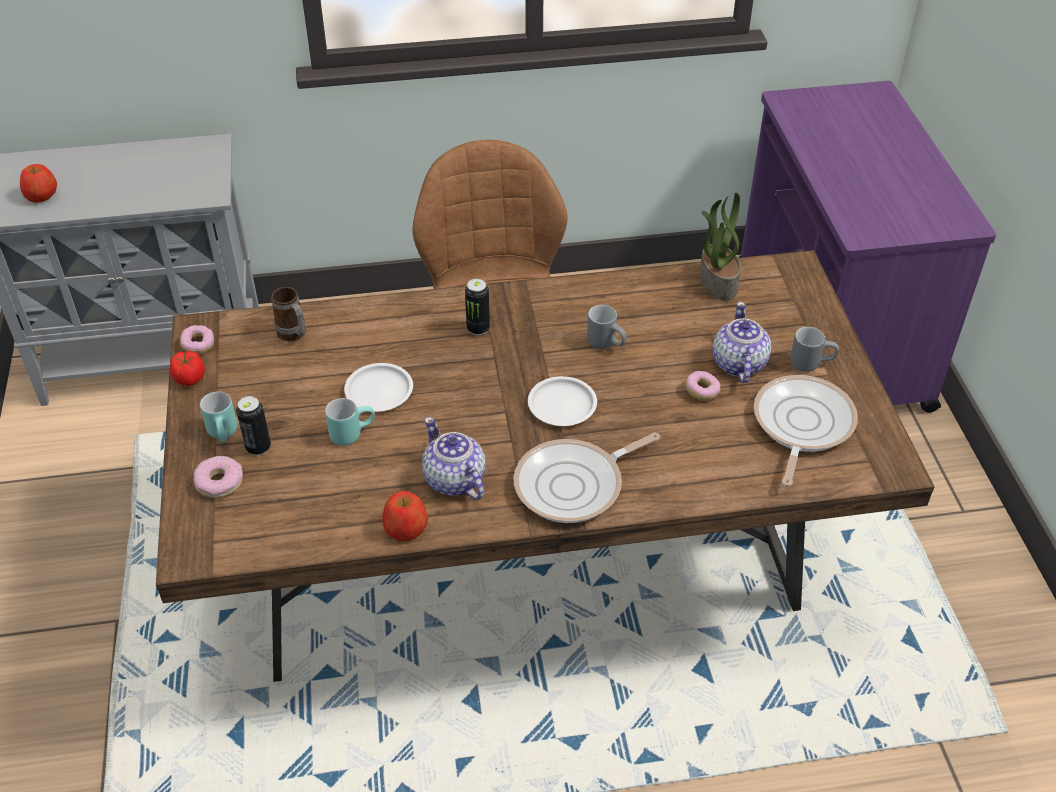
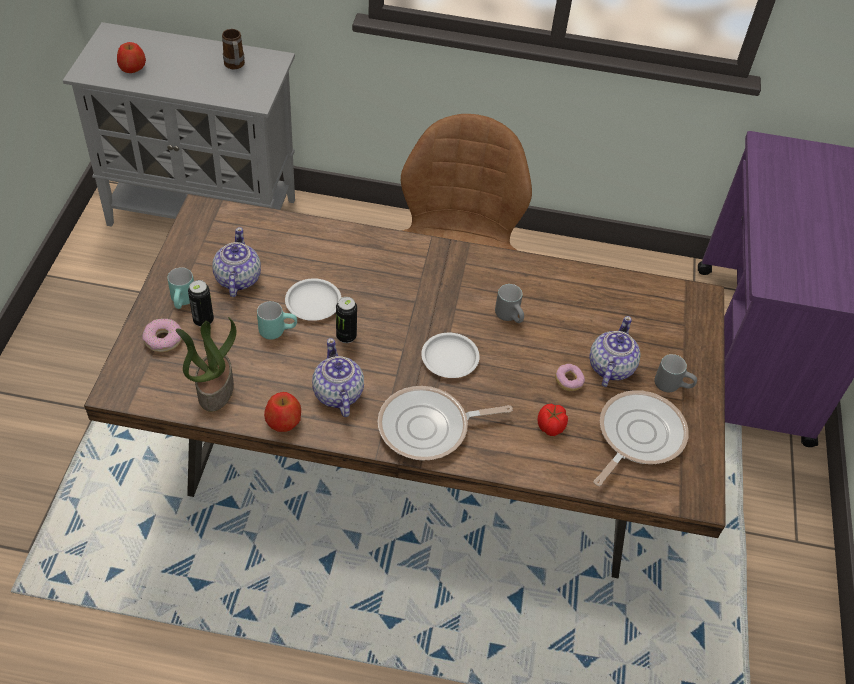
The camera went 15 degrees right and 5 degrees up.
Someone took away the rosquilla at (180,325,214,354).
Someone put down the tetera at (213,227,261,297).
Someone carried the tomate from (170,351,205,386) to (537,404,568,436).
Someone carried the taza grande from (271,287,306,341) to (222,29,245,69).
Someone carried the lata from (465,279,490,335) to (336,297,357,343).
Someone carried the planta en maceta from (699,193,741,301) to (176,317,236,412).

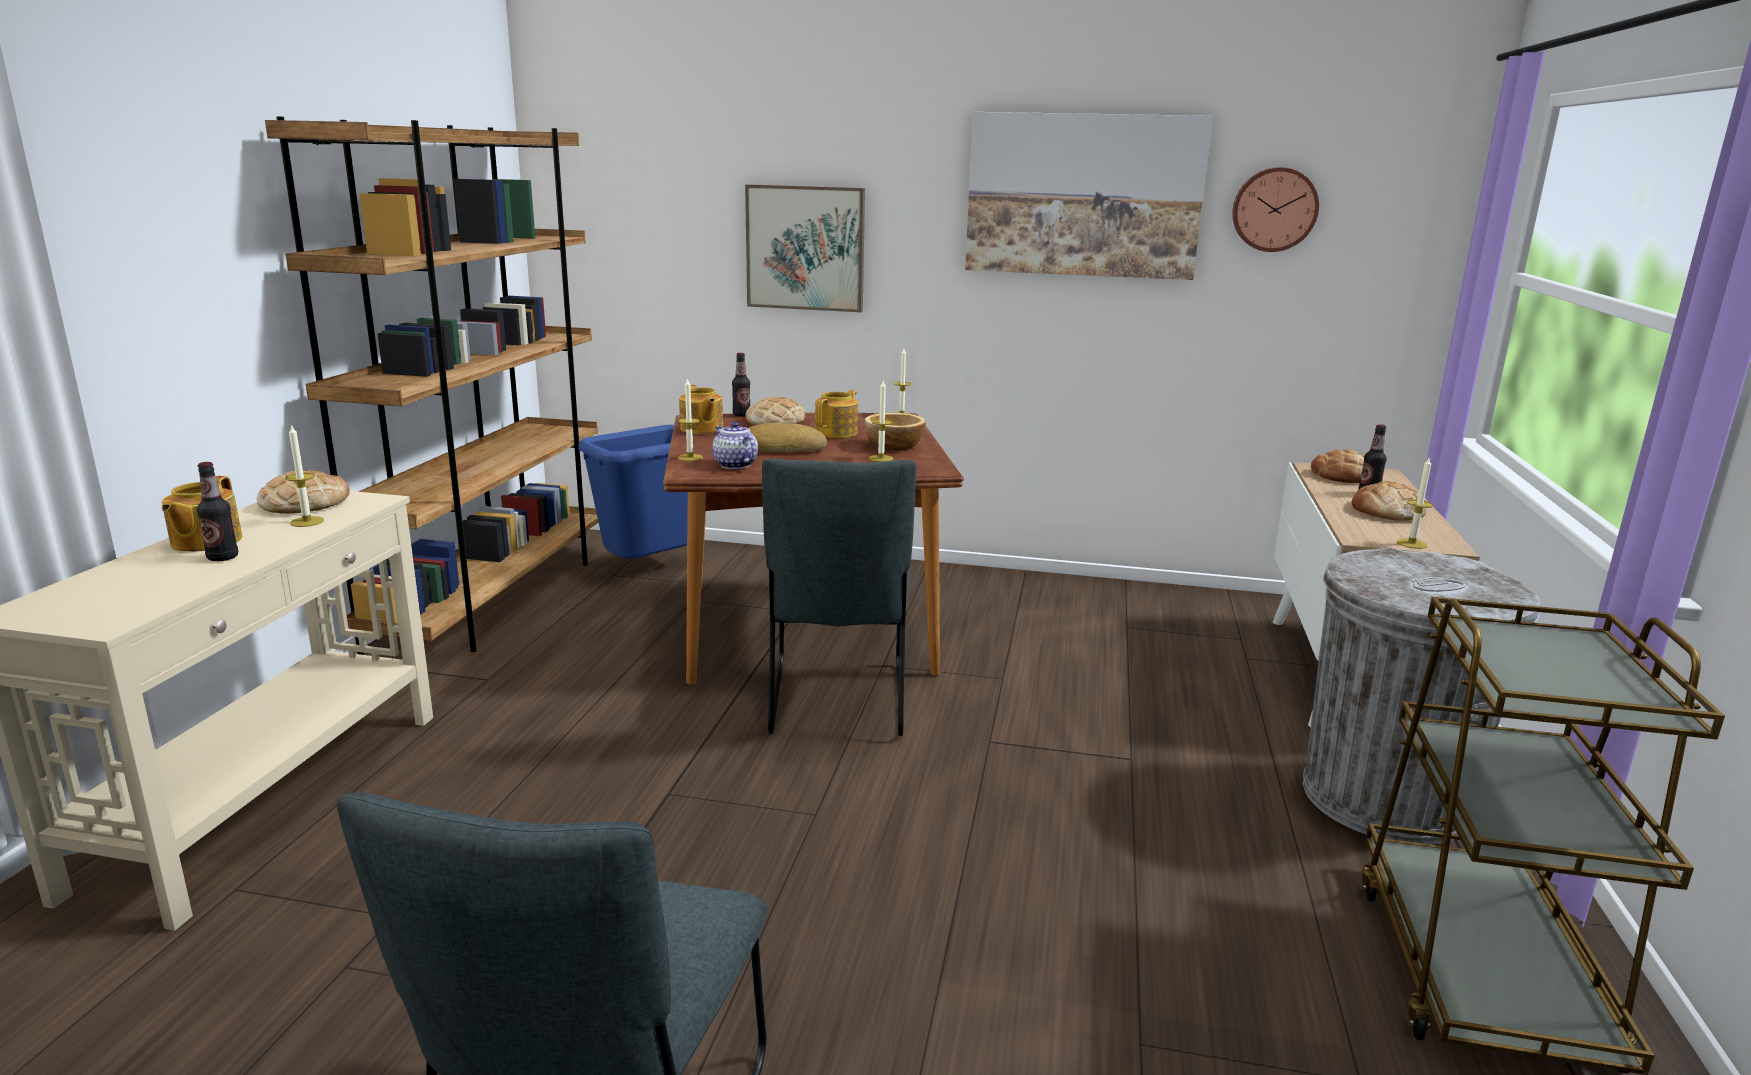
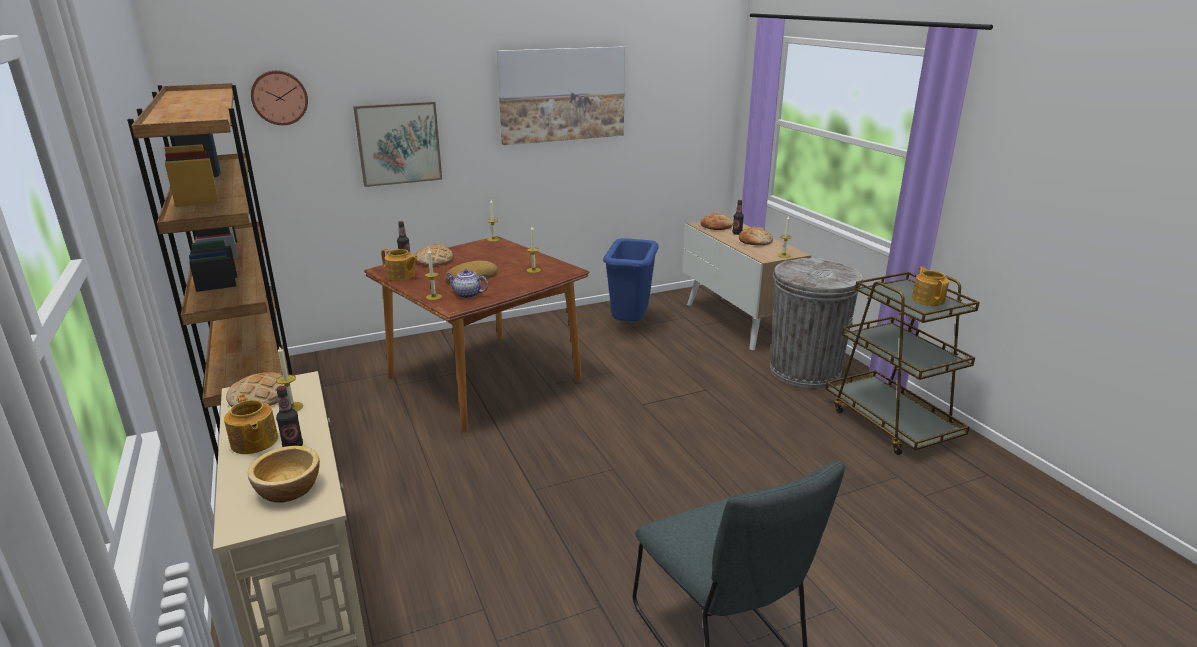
The camera went 35 degrees left and 5 degrees up.
Someone took away the silla [gris] at (762,459,917,736).
Someone carried the papelera [azul] from (578,425,688,558) to (603,238,659,321).
Someone carried the tetera from (815,390,858,438) to (912,267,949,306).
Someone carried the cuenco from (865,413,926,451) to (248,446,320,503).
Someone carried the reloj de pared from (1232,167,1319,252) to (251,70,308,125).

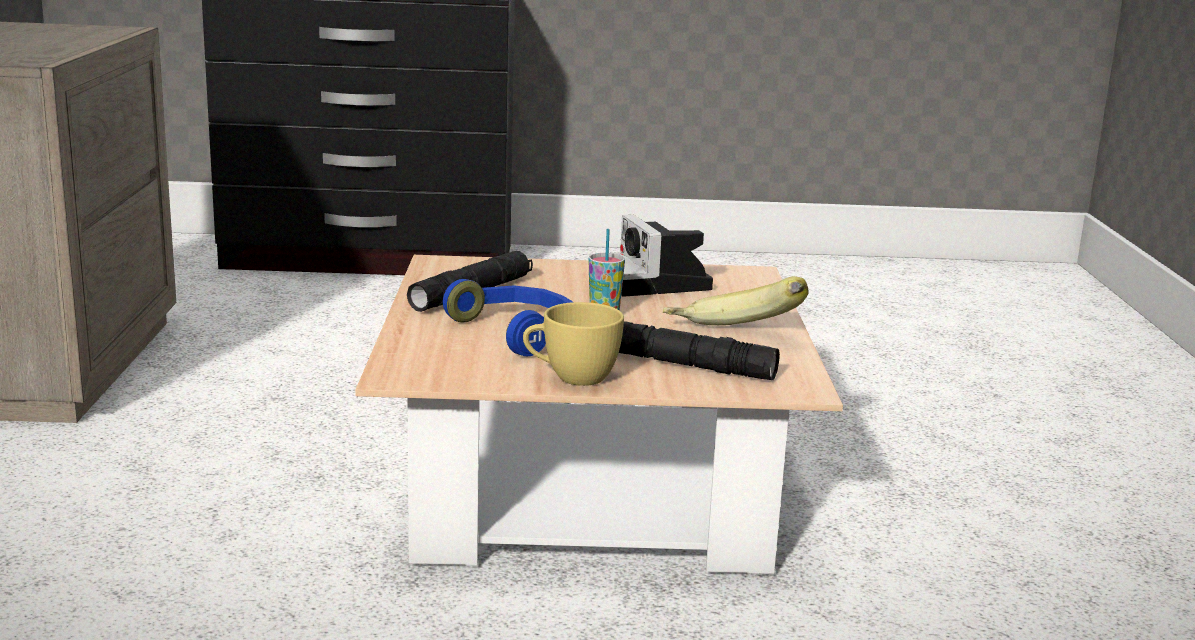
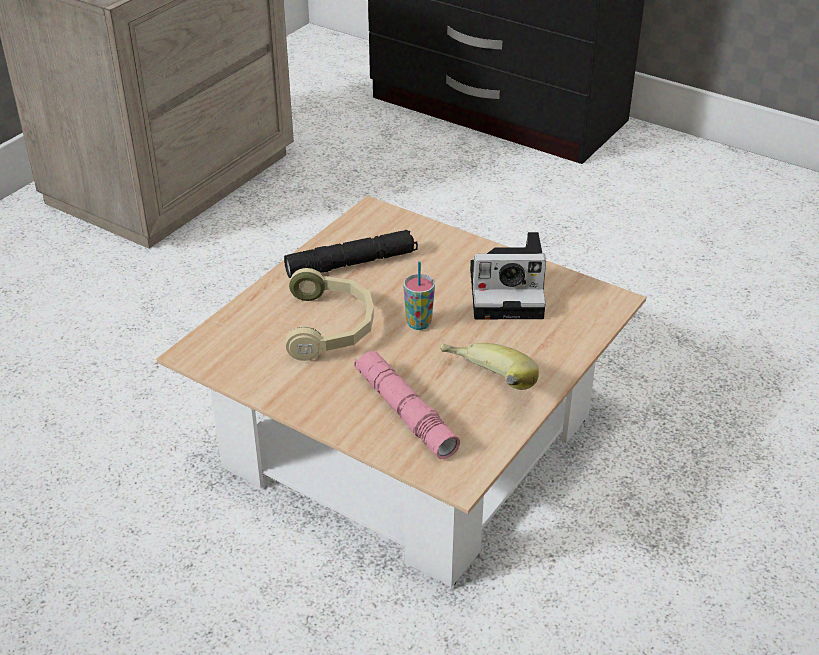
The camera went 35 degrees right and 20 degrees up.
Someone took away the taza [amarillo] at (523,302,624,386).
Someone repainted the auriculares [azul] at (443,279,573,357), which became the auriculares [beis] at (285,268,374,361).
Someone repainted the linterna [negro] at (619,321,780,380), which became the linterna [rosa] at (354,351,460,459).
Someone rotated the cámara at (614,215,713,297) by 105 degrees counterclockwise.

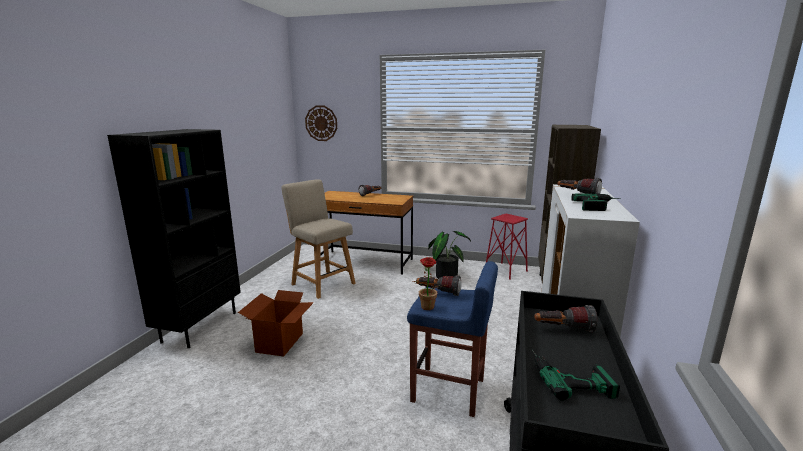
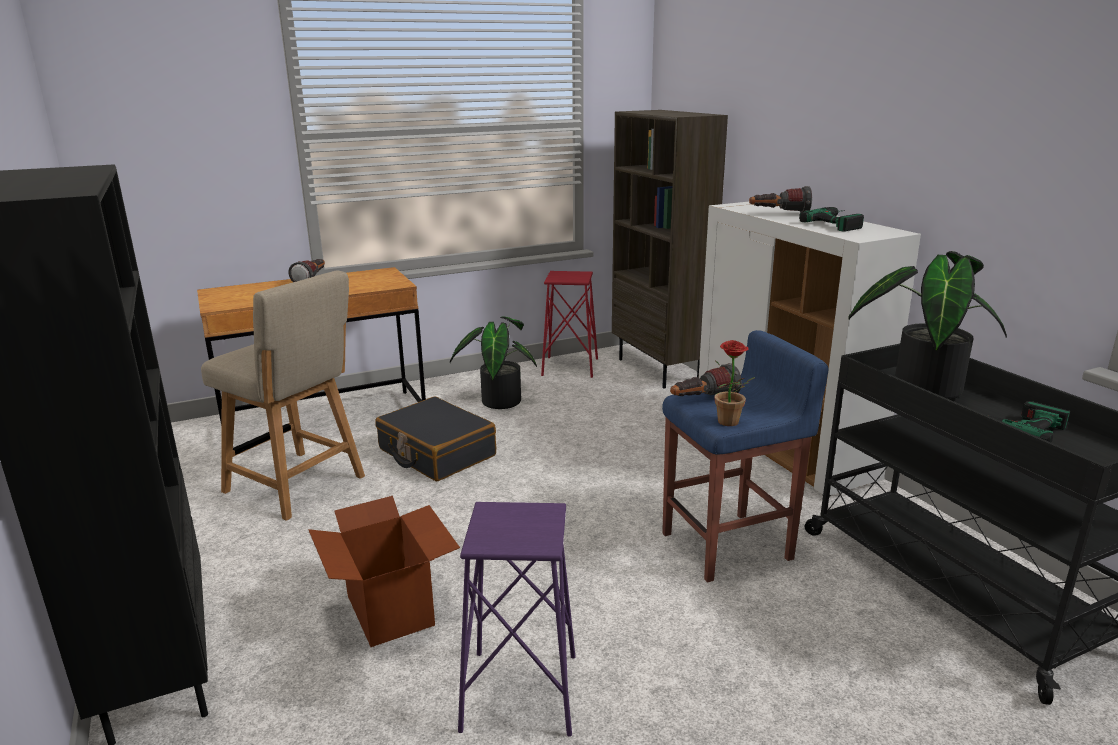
The camera went 40 degrees left and 5 degrees up.
Someone took away the reloj de pared at (305,106,337,141).
Someone put down the maleta [negro] at (375,396,496,481).
Someone put down the taburete [morado] at (458,502,575,737).
Someone swapped the linterna at (534,305,598,332) for the planta en maceta at (848,251,1007,400).
Someone rotated the silla [beis] at (281,179,356,299) by 150 degrees counterclockwise.

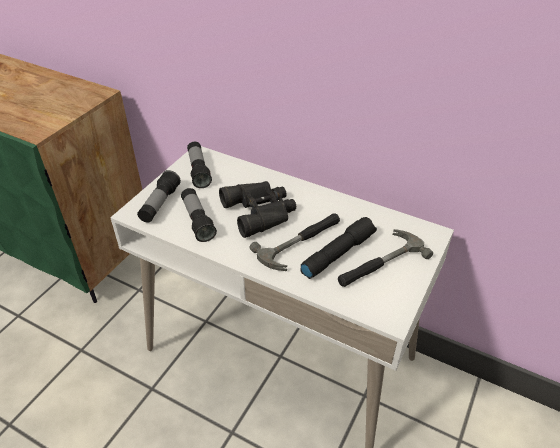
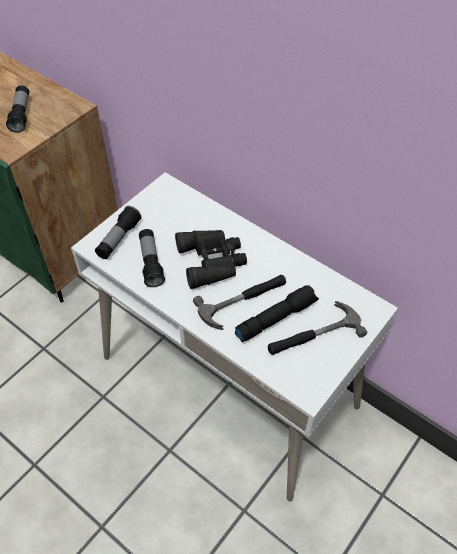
The camera went 10 degrees right and 10 degrees up.
Someone carried the linterna from (187,142,212,188) to (6,86,29,133).

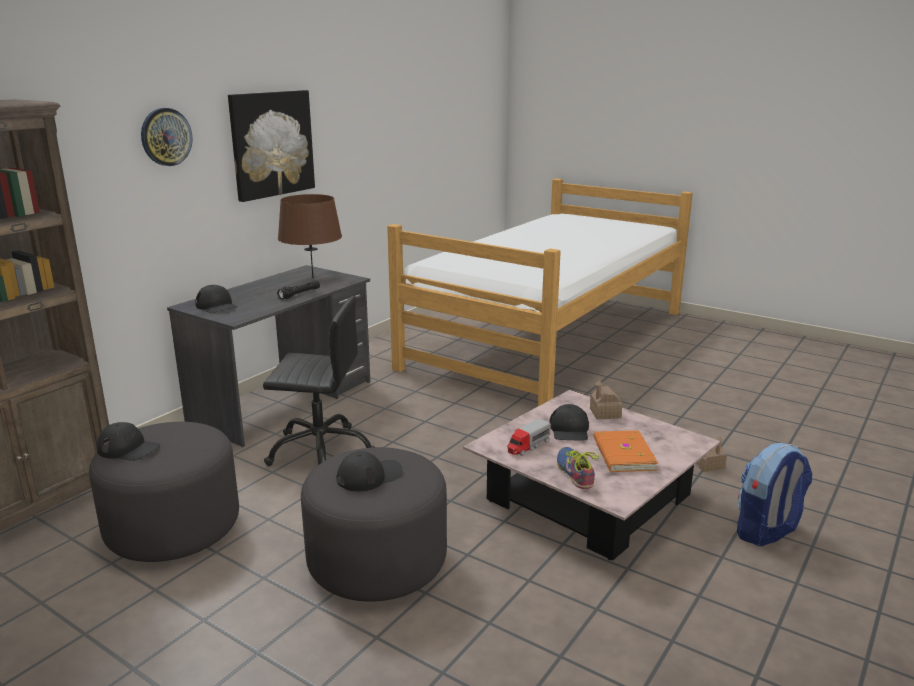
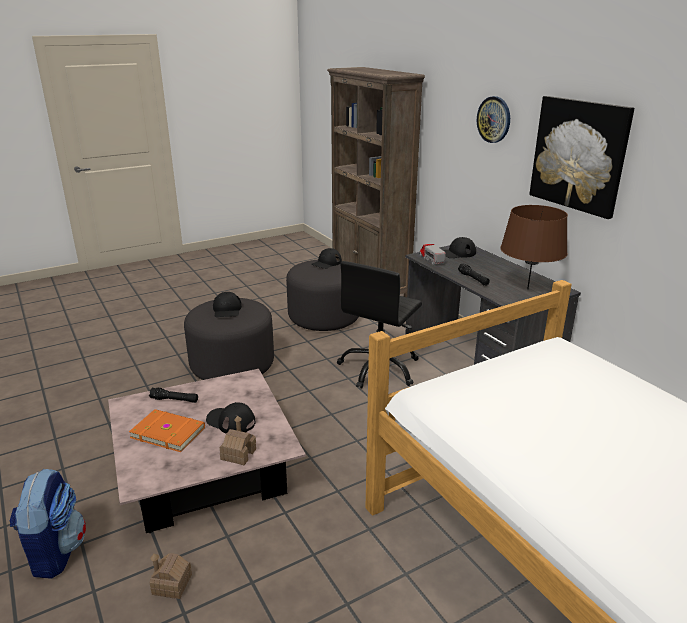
The camera went 115 degrees right and 5 degrees up.
Someone carried the camión de juguete from (507,419,551,456) to (420,244,446,265).
Someone swapped the zapato at (557,447,599,489) for the linterna [negro] at (149,387,198,403).

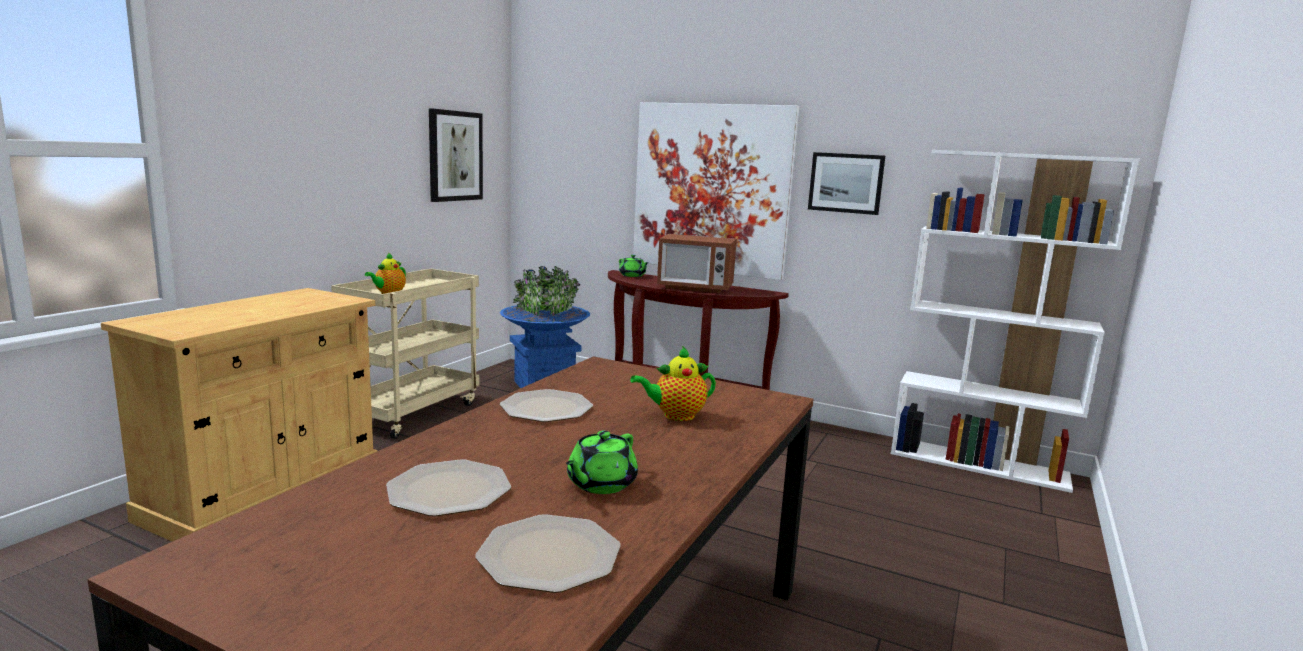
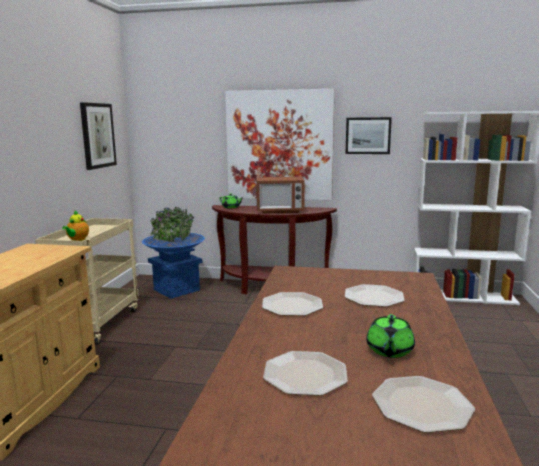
The camera went 15 degrees left and 0 degrees up.
Someone swapped the tetera at (630,346,716,421) for the plato at (345,284,404,307).

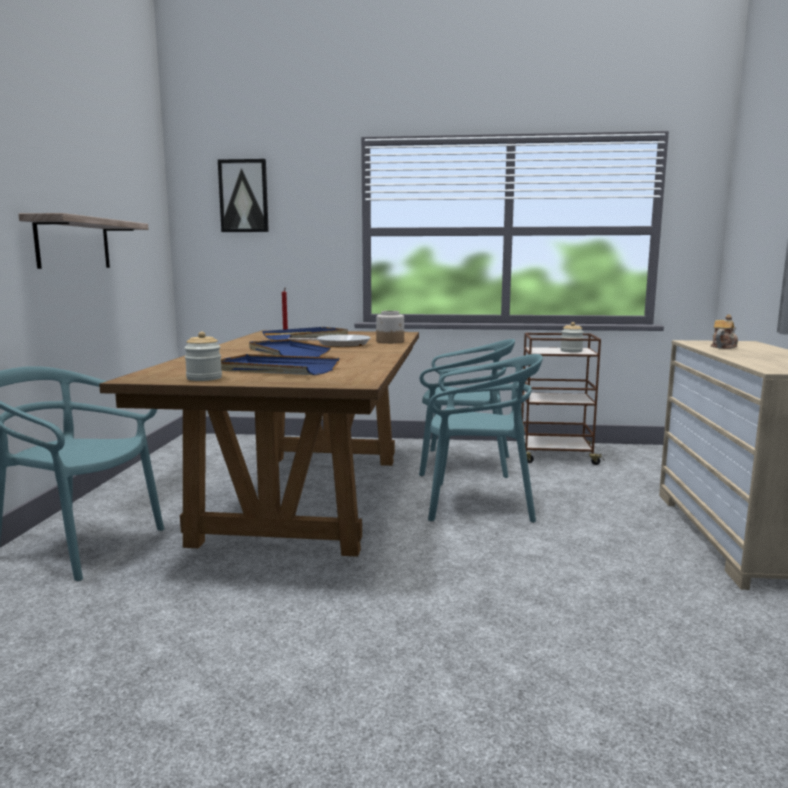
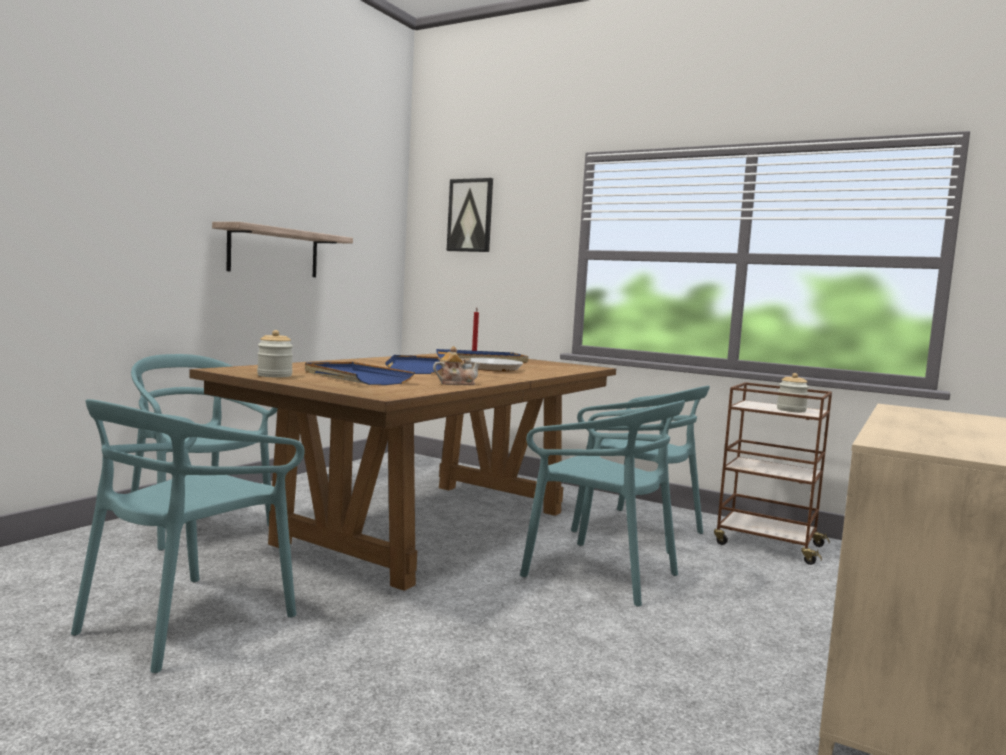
The camera went 25 degrees right and 5 degrees down.
Someone took away the tarro at (376,311,404,344).
Someone put down the silla [turquesa] at (71,399,305,673).
Someone carried the tetera from (711,315,738,349) to (433,346,481,385).

